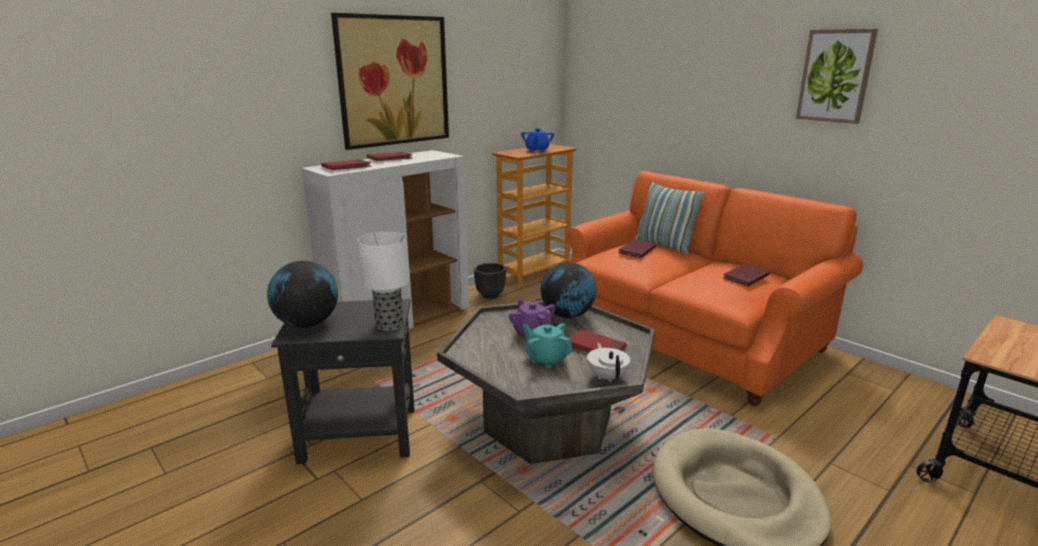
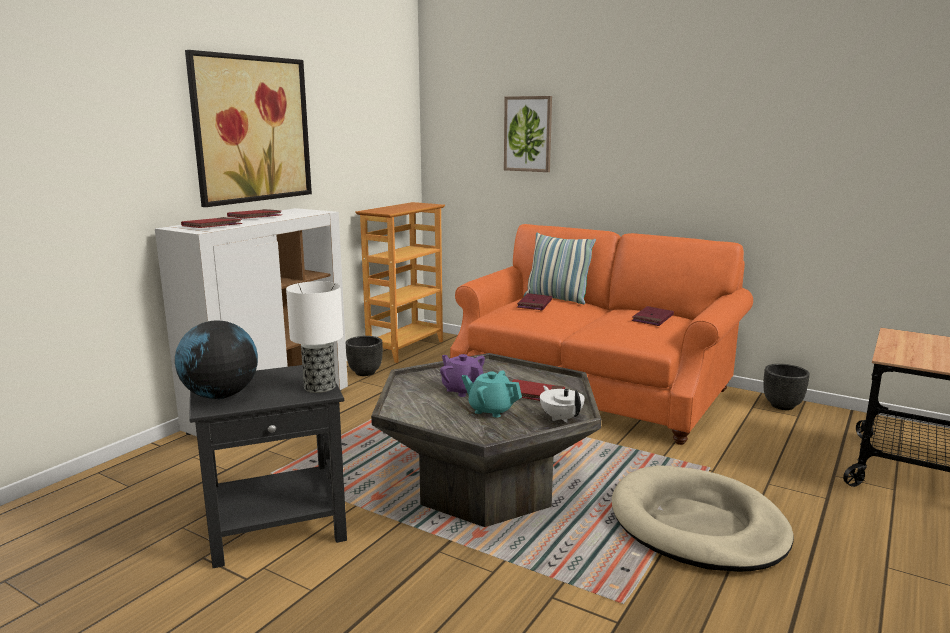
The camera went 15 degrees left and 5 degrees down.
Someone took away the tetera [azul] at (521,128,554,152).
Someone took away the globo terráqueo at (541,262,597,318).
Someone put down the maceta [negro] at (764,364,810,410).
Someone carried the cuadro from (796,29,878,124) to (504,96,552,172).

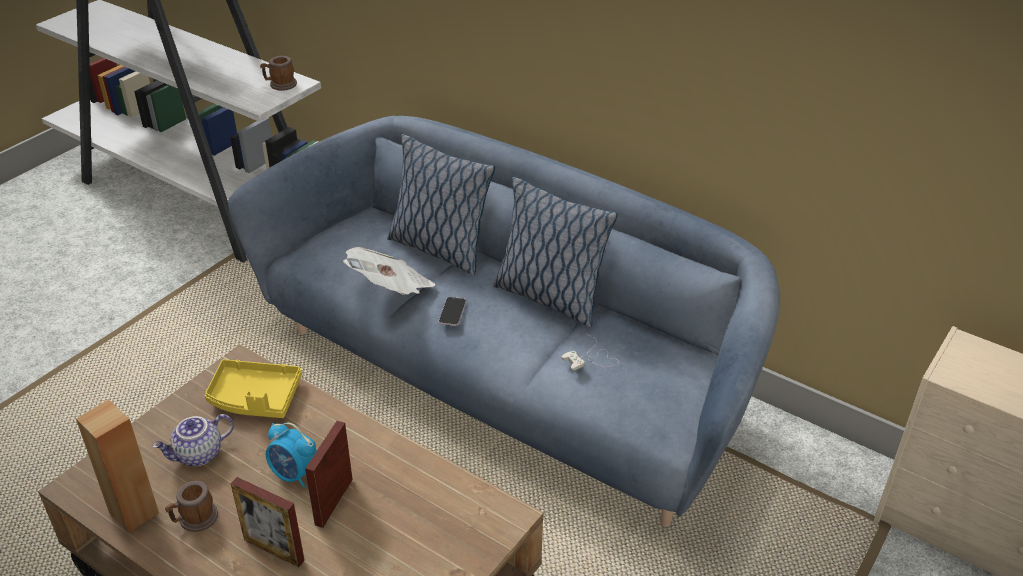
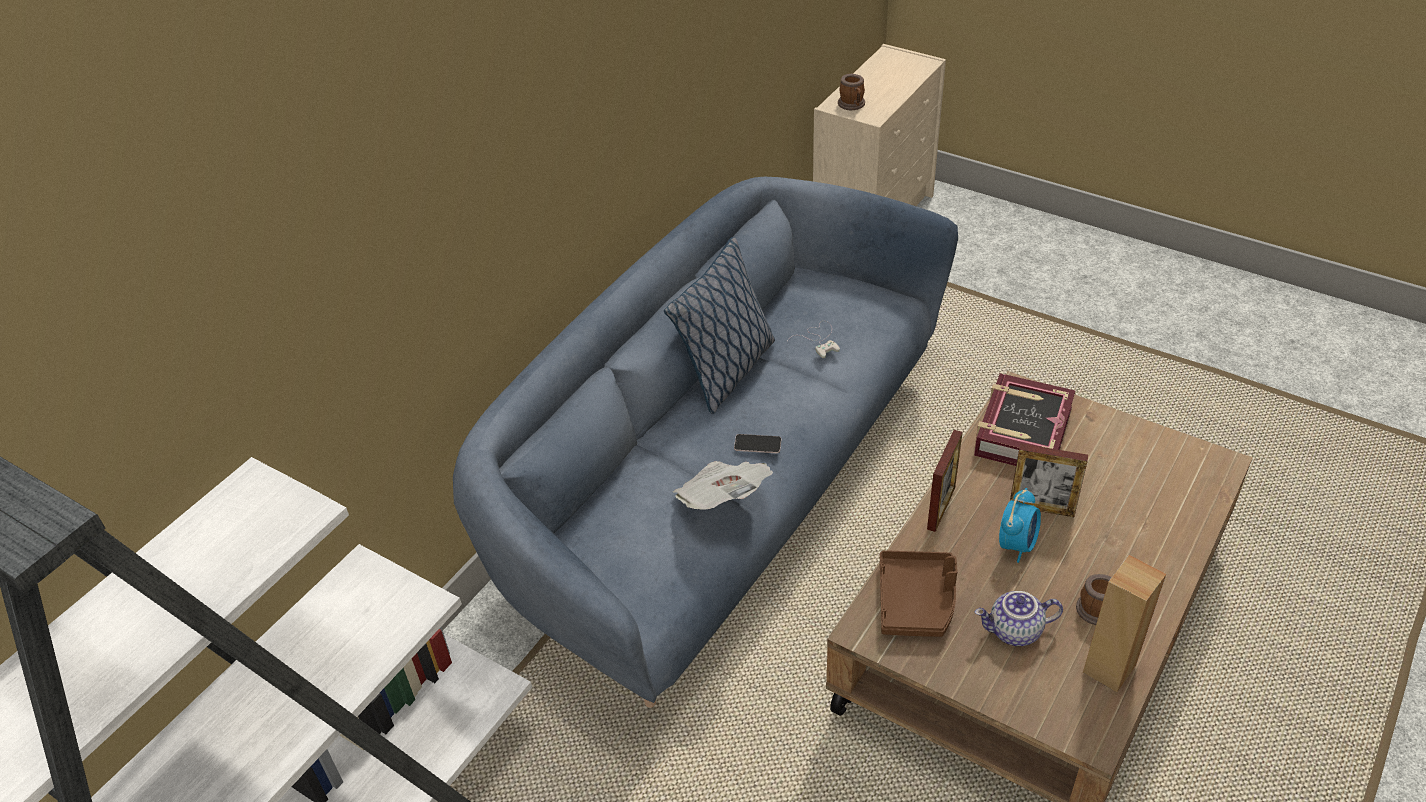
The camera went 90 degrees left and 5 degrees up.
Someone took away the cojín at (387,134,495,275).
Someone put down the libro at (974,373,1075,466).
Someone carried the portarretratos from (231,477,305,567) to (927,430,963,532).
Someone carried the taza grande from (260,56,297,91) to (838,74,865,110).
Someone repainted the bandeja [amarillo] at (205,359,302,418), which became the bandeja [marrón] at (880,550,958,637).
Someone rotated the tetera at (152,414,234,466) by 120 degrees clockwise.

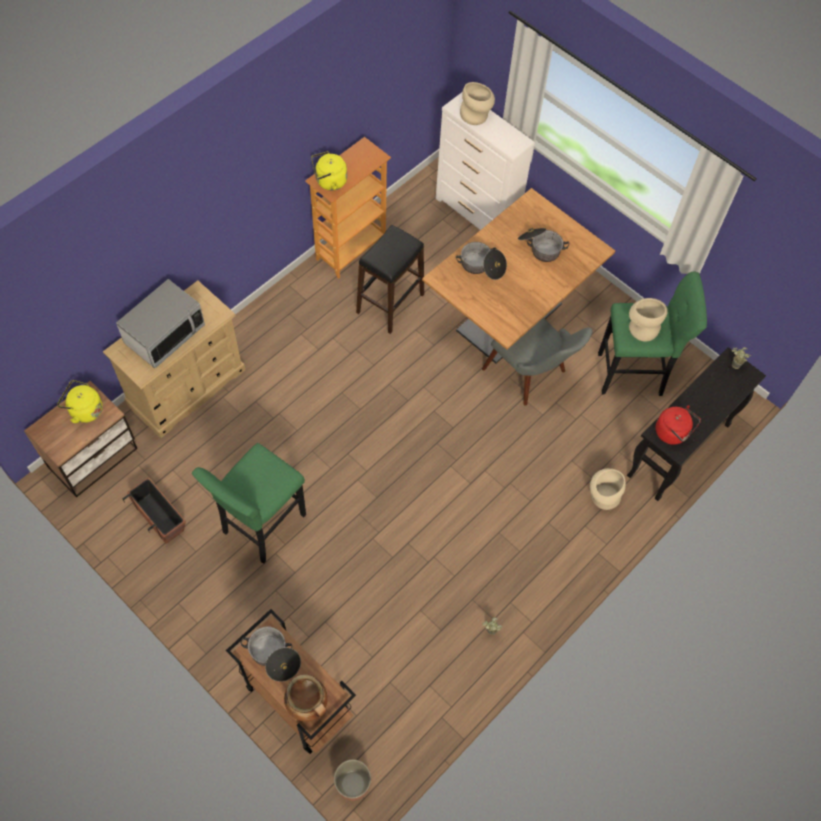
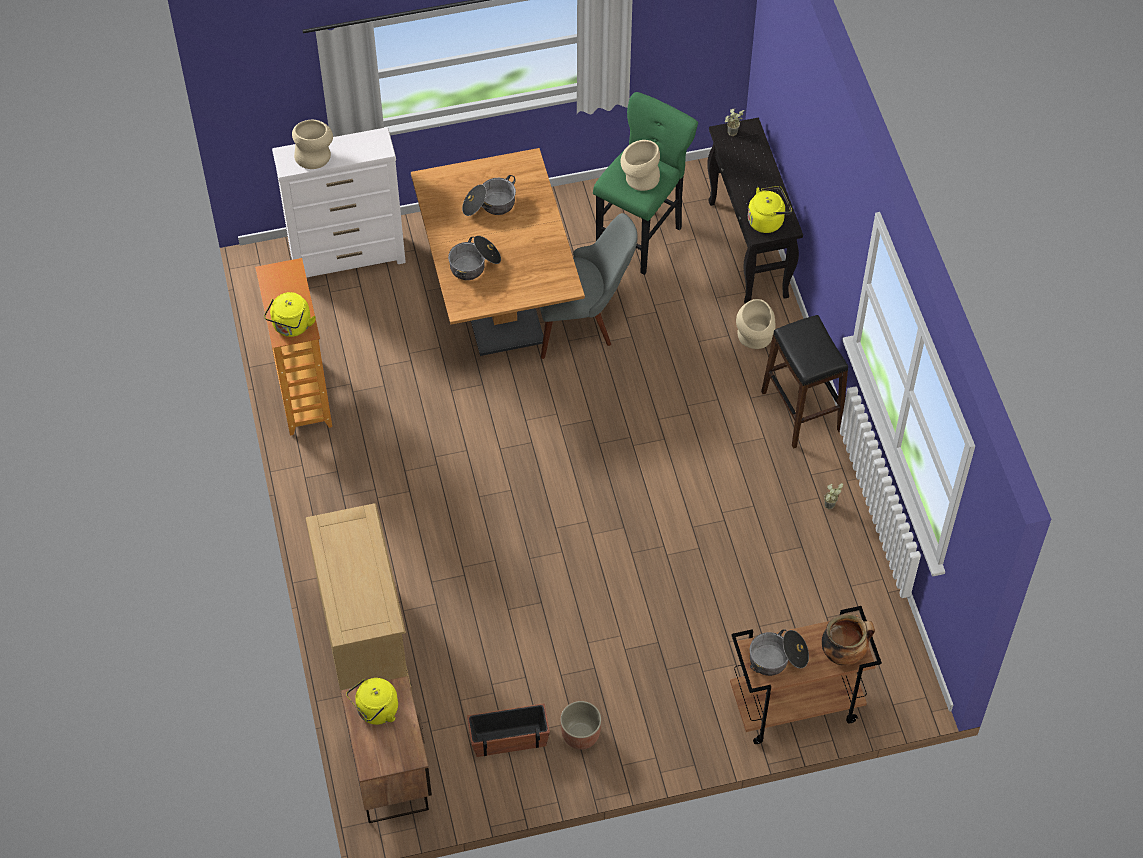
The camera went 55 degrees left and 5 degrees down.
Someone took away the microondas at (116,279,205,368).
Someone took away the taburete [verde] at (192,443,306,564).
Someone carried the maceta from (334,759,371,801) to (560,701,602,750).
Someone carried the taburete [negro] from (356,225,424,334) to (761,315,848,449).
Someone repainted the hervidor [rojo] at (656,405,701,445), which became the hervidor [amarillo] at (748,186,792,233).

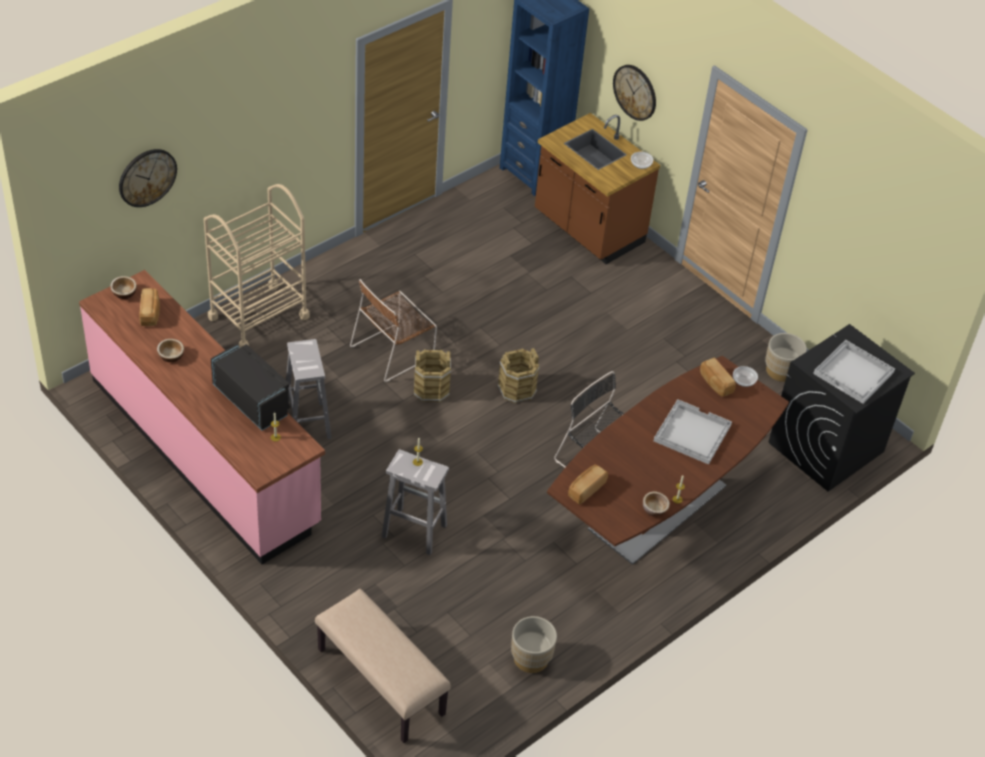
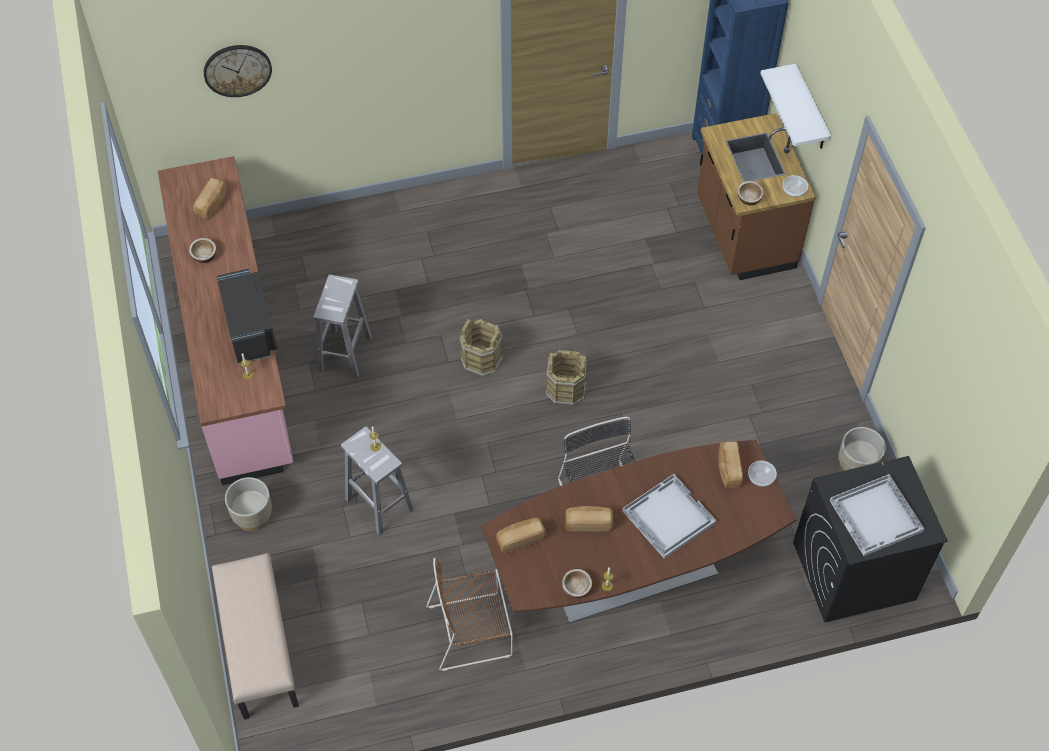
The camera went 30 degrees right and 10 degrees up.
Someone took away the carrito [beis] at (204,184,310,347).
Someone put down the pan at (565,506,613,531).
Someone carried the cuenco from (110,276,137,299) to (737,181,764,205).
Someone carried the silla [marrón] from (350,279,437,382) to (426,558,513,671).
Someone carried the maceta [beis] from (511,616,557,673) to (225,477,272,531).
Someone swapped the reloj de pared at (613,65,656,121) for the estante [blanco] at (760,64,831,149).

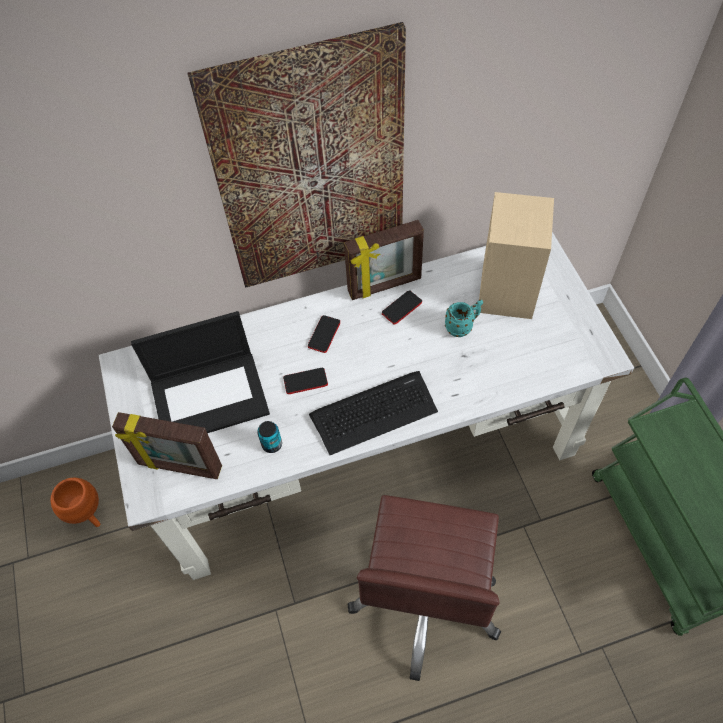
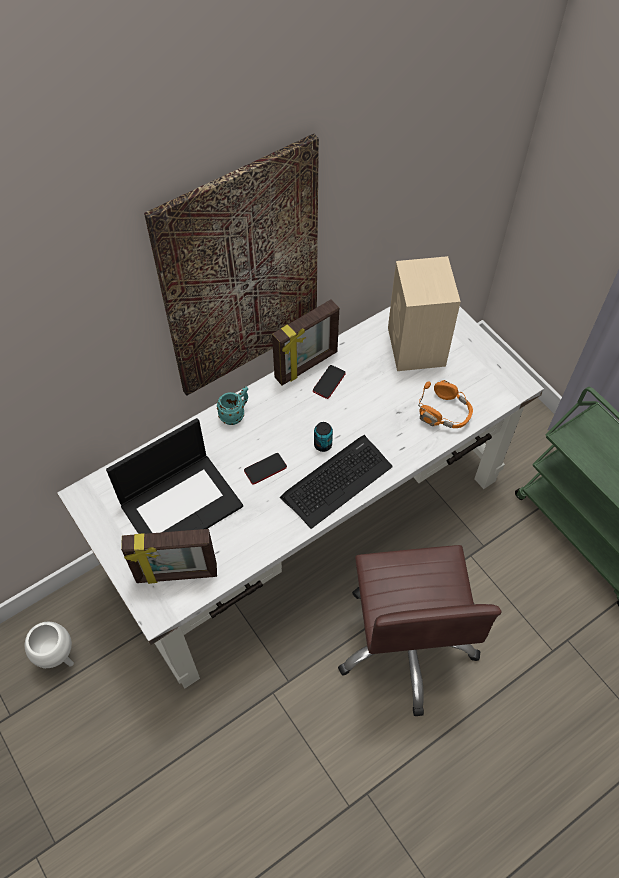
The camera went 20 degrees left and 0 degrees up.
Someone took away the móvil at (308,315,340,353).
Someone put down the auriculares [naranja] at (418,380,473,428).
Someone carried the lata from (257,421,282,453) to (314,422,333,452).
Someone carried the taza grande [turquesa] from (445,300,483,337) to (217,386,248,425).
Someone repainted the maceta [naranja] at (51,478,100,527), which became the maceta [blanco] at (25,622,74,669).

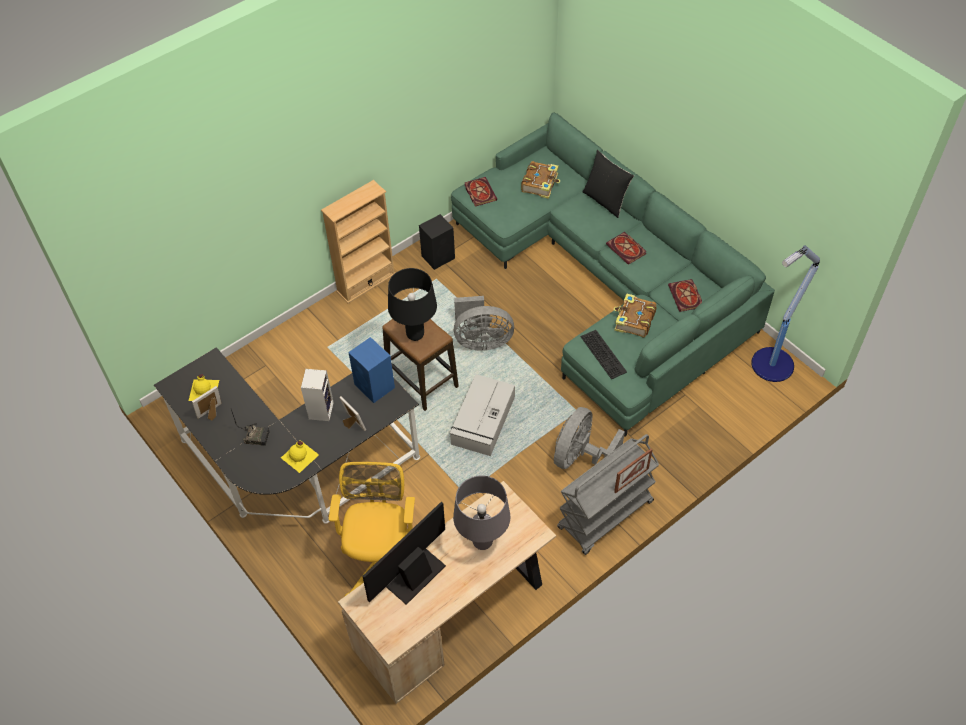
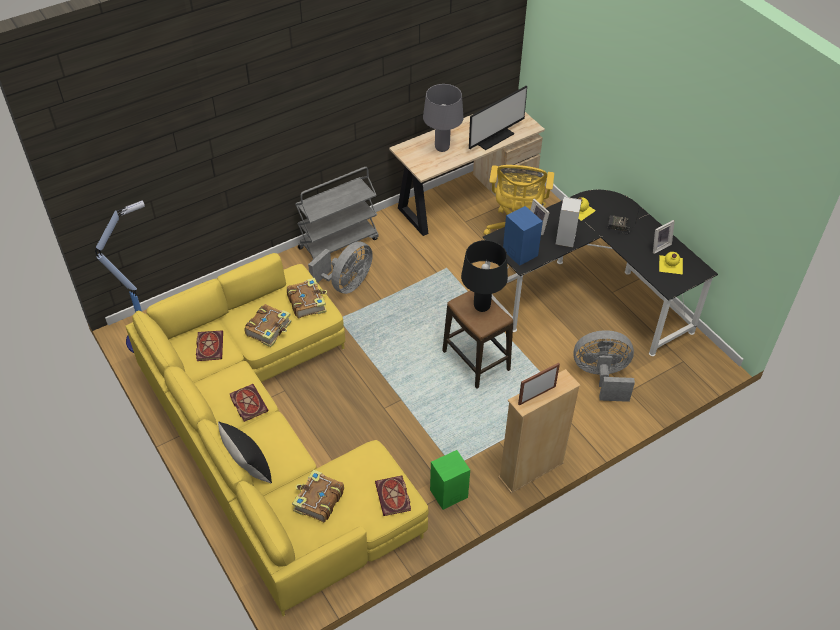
The camera went 175 degrees left and 5 degrees down.
Someone took away the caja de almacenaje [gris] at (450,374,515,456).
Someone carried the ventilador [gris] from (454,296,514,351) to (573,330,635,402).
Someone carried the portarretratos from (614,448,653,493) to (518,363,560,406).
Someone swapped the teclado at (581,330,627,379) for the libro at (287,278,327,318).
Someone repainted the altavoz [negro] at (419,214,455,270), which became the altavoz [verde] at (430,450,470,510).
Someone repainted the sofá [verde] at (451,112,775,437), which became the sofá [amarillo] at (125,253,429,616).

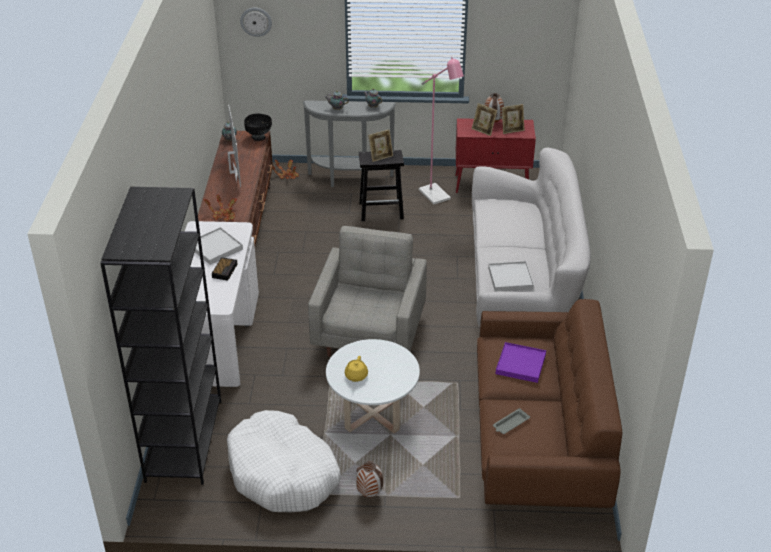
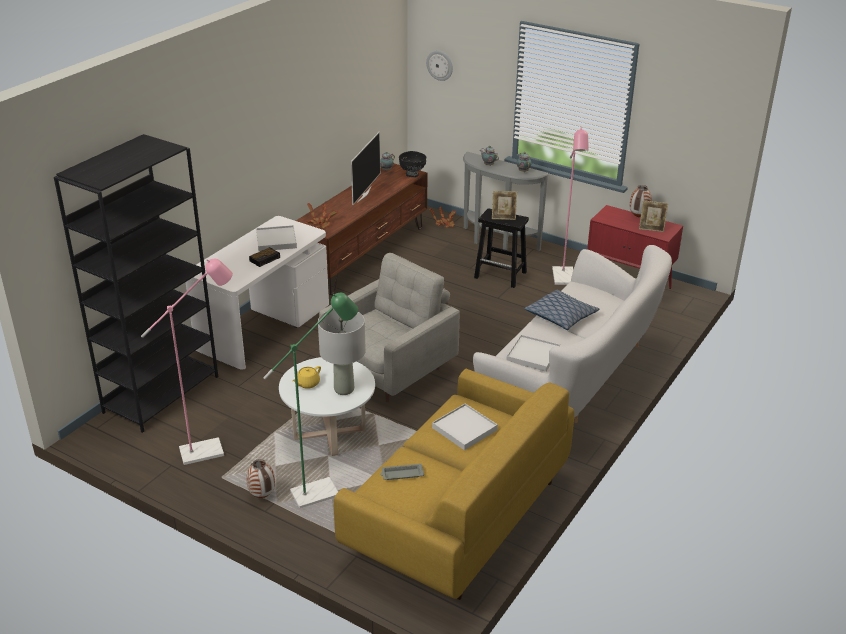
The camera went 30 degrees right and 5 degrees down.
Someone took away the portarretratos at (472,103,497,136).
Someone put down the lámpara de pie [verde] at (263,293,358,508).
Someone put down the lámpara de mesa [gris] at (318,309,366,395).
Someone put down the cojín at (525,289,599,330).
Someone swapped the cama para perro [blanco] at (227,410,341,512) for the lámpara de pie [rosa] at (141,259,233,465).
Someone repainted the sofá [marrón] at (477,299,622,508), which became the sofá [amarillo] at (334,369,574,600).
Someone repainted the bandeja [morado] at (496,342,546,383), which became the bandeja [blanco] at (432,404,498,450).

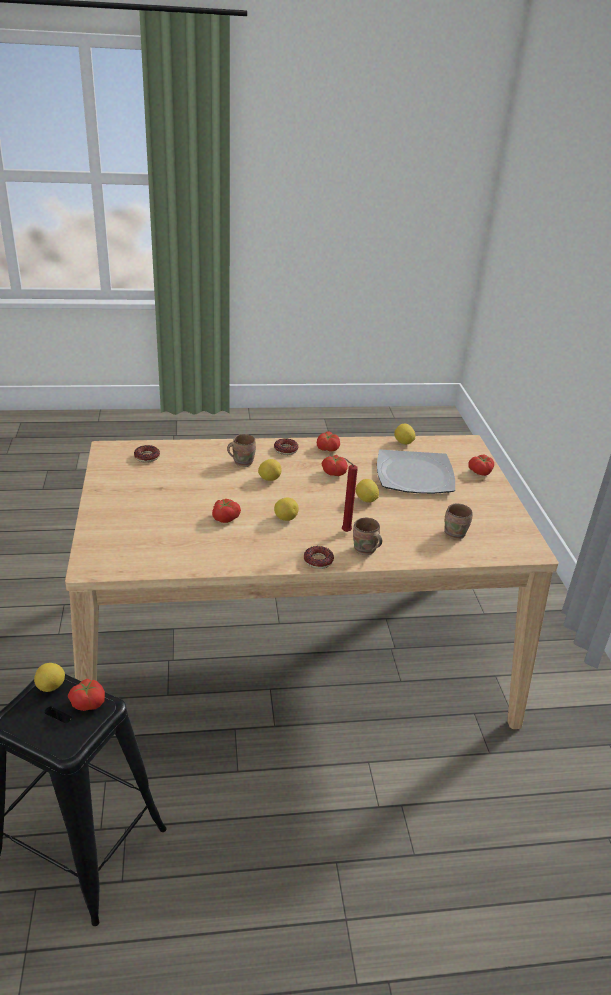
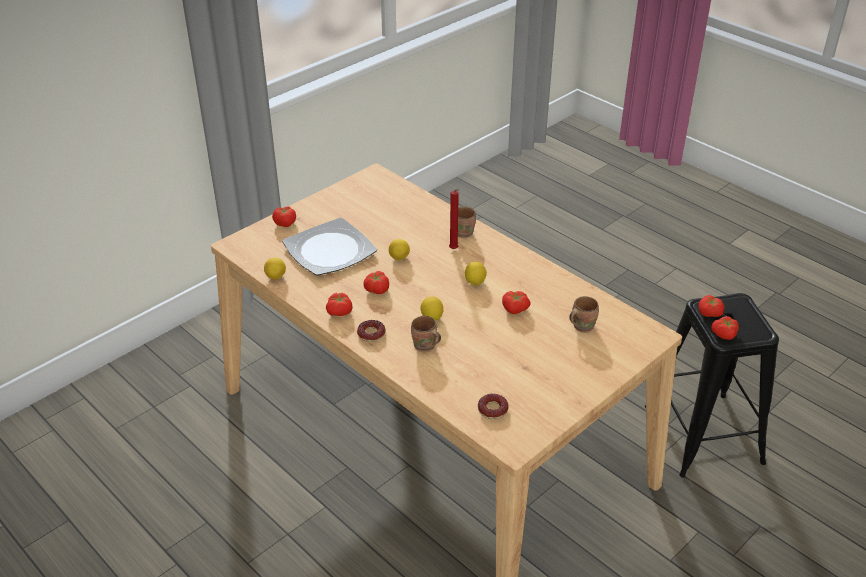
The camera went 125 degrees left and 5 degrees up.
Someone took away the rosquilla at (304,546,334,569).
Someone carried the taza grande [marrón] from (444,504,472,540) to (569,296,599,333).
Someone swapped the limón at (34,663,65,692) for the tomate at (711,316,739,340).

